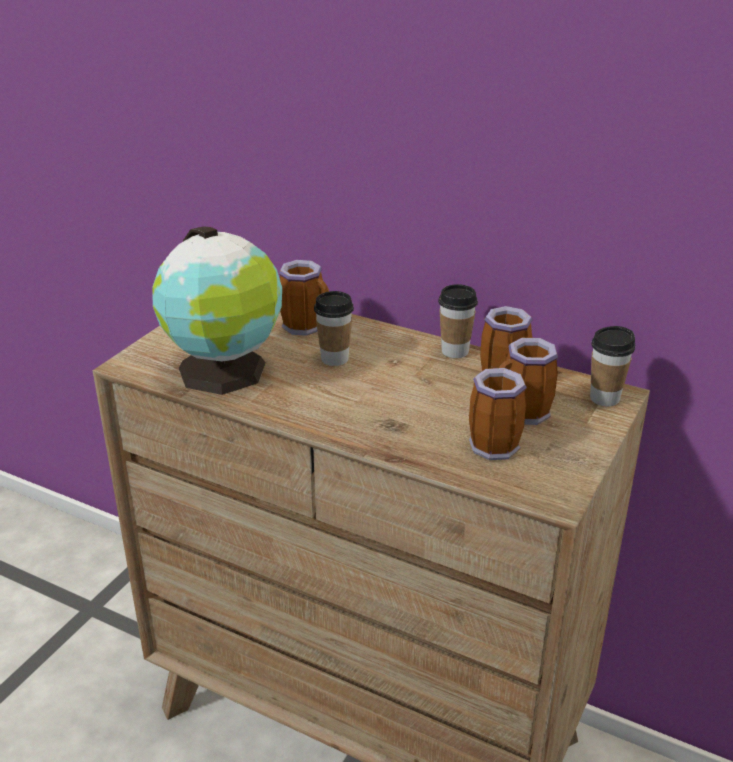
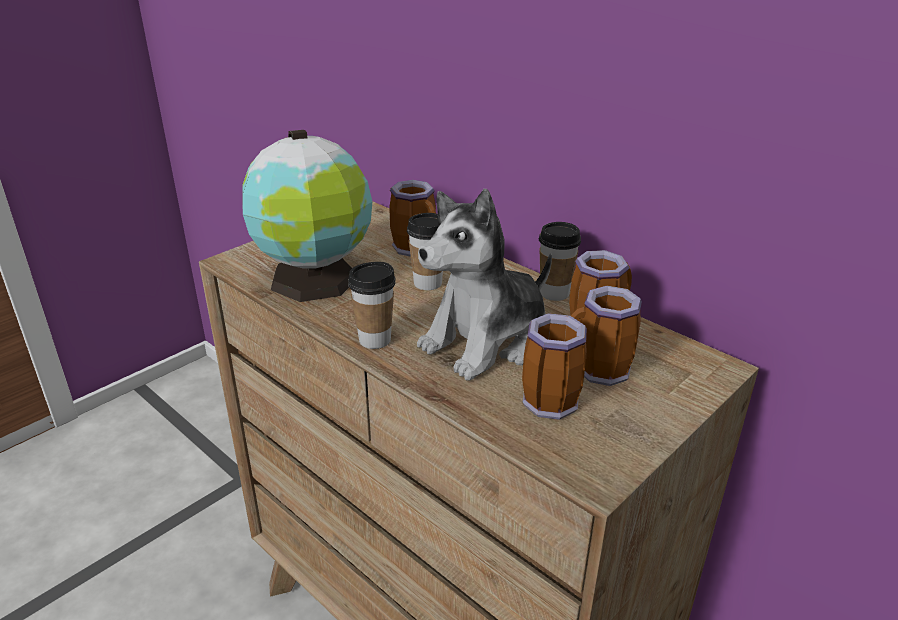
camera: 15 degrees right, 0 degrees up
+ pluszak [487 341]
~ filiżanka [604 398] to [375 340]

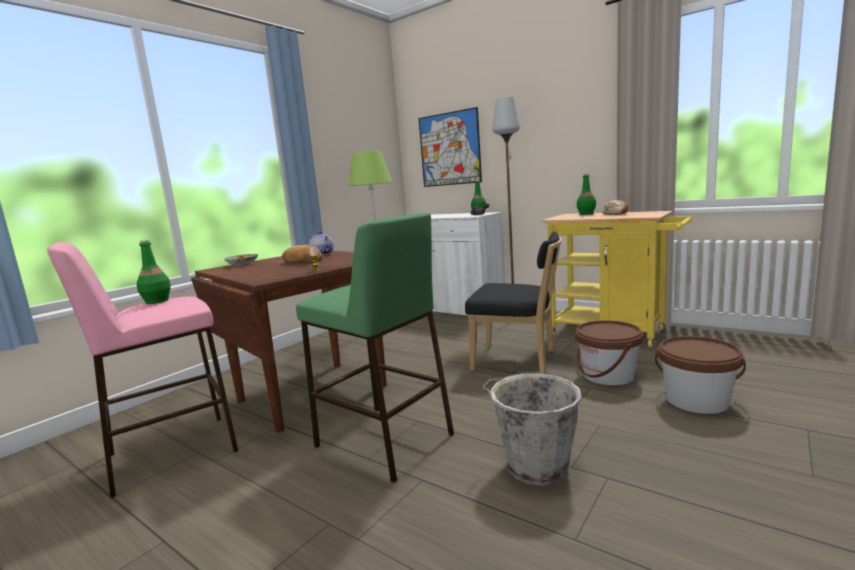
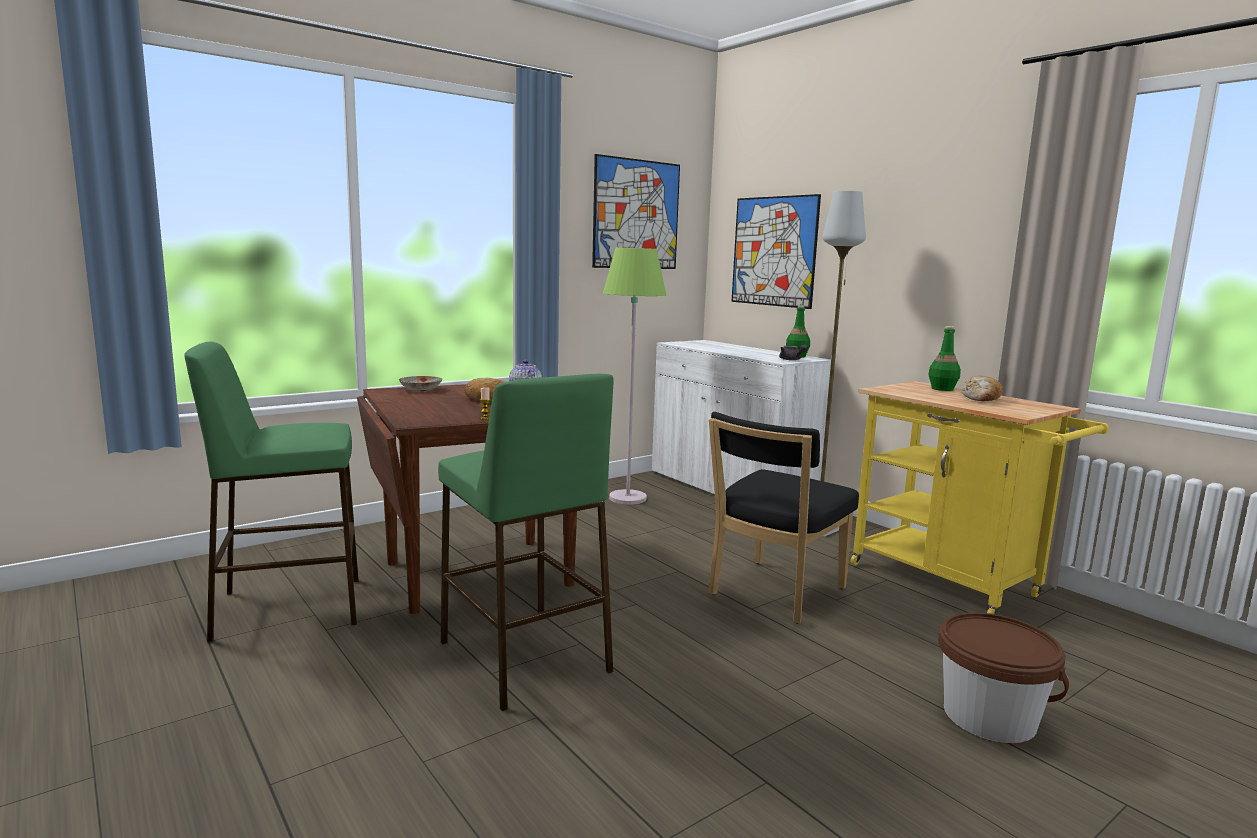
camera: 15 degrees right, 0 degrees up
- butelka/zielony [156 301]
- wiadro/szary [534 466]
- wiadro/brązowy [608 375]
+ obraz [636 214]
~ stołek/różowy [171 453] to stołek/zielony [288 608]
~ krzesło/czarny [518 361] = [773 593] 90 degrees clockwise

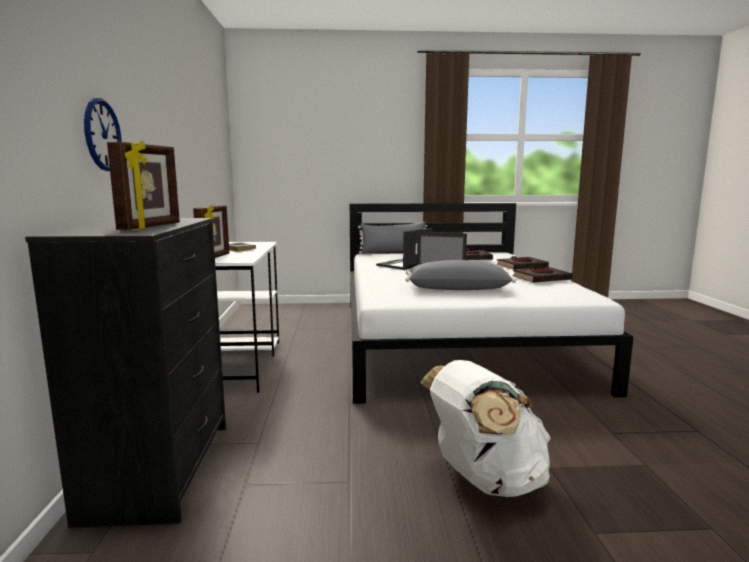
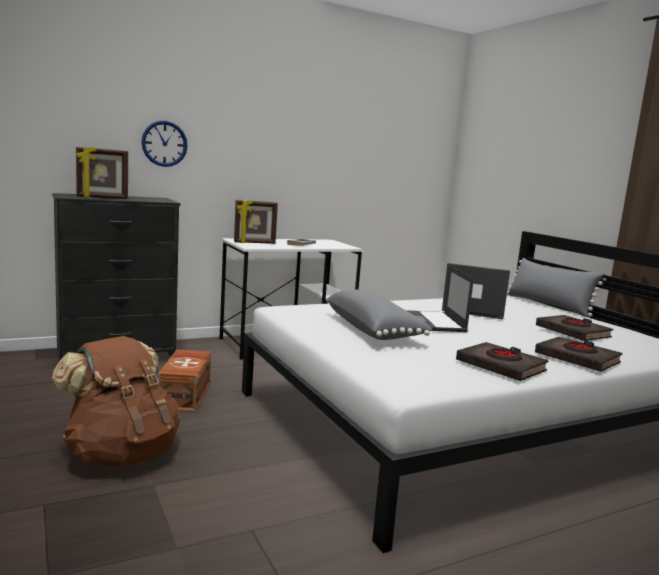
camera: 65 degrees right, 0 degrees up
+ pojemnik do przechowywania/brązowy [186 395]
~ plecak/biały [485 481] to plecak/brązowy [121 454]

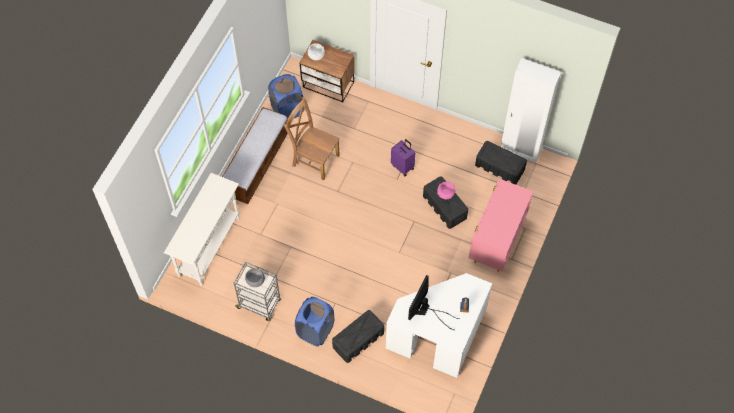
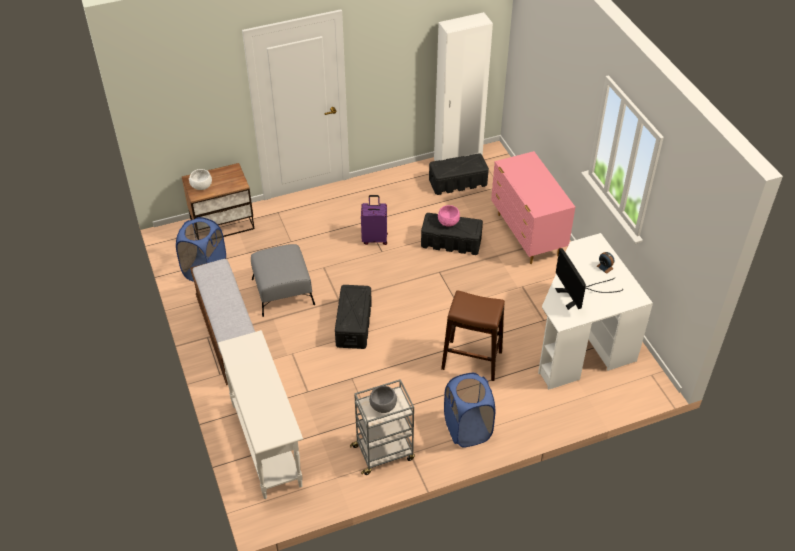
camera: 45 degrees left, 15 degrees down
+ stołek/brązowy [471 360]
~ pojemnik do przechowywania/czarny [358 340] to [354 324]
~ krzesło/brązowy [314 159] to pufa/szary [283 291]

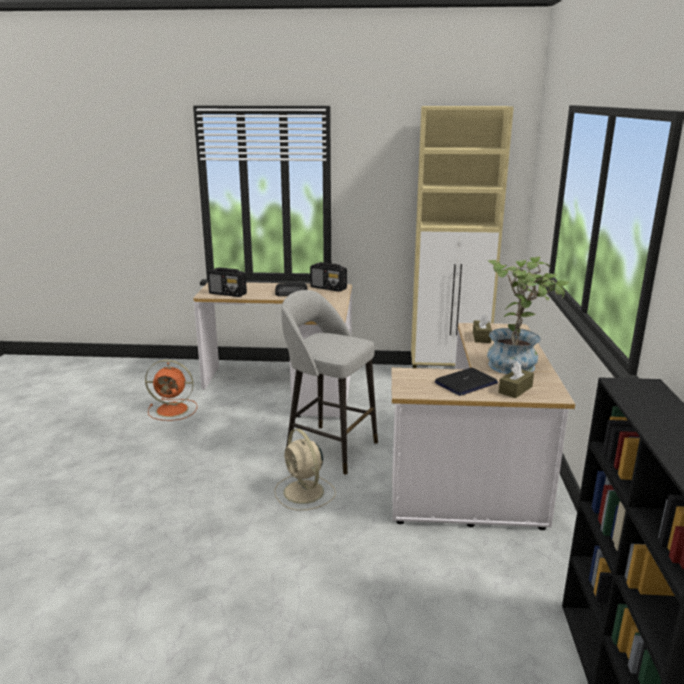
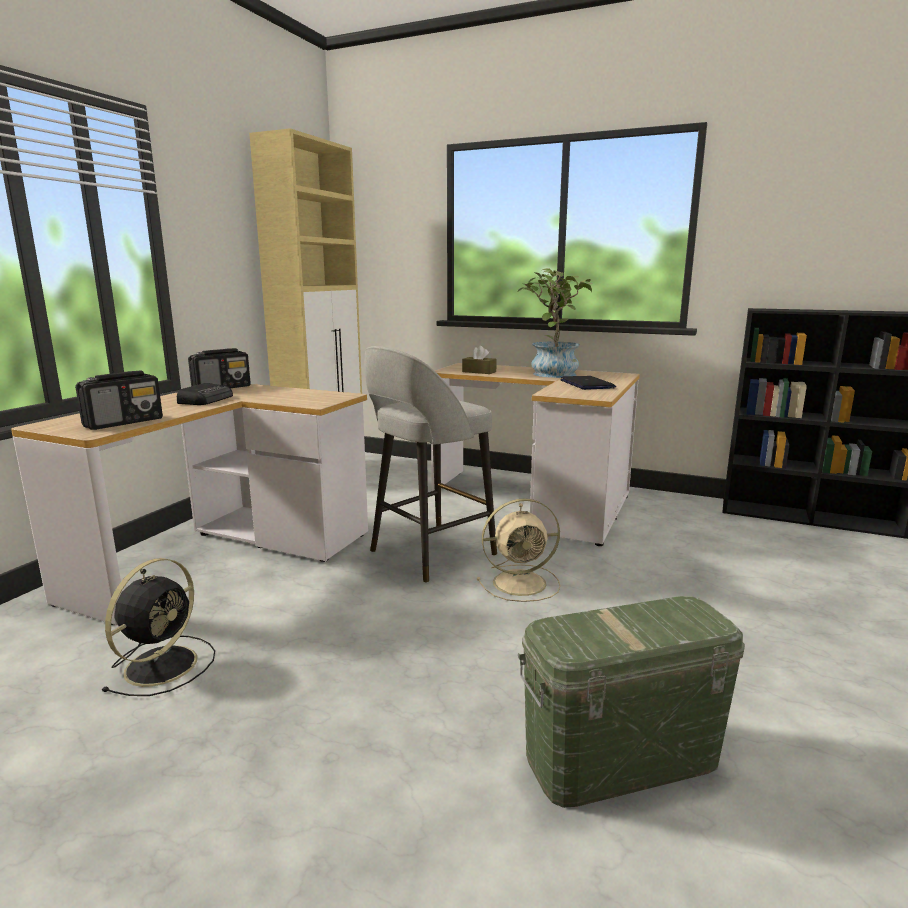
camera: 70 degrees left, 5 degrees down
- pudełko chusteczek/brązowy [515 389]
+ pojemnik do przechowywania/zielony [621 758]
~ wentylator/pomarańczowy [173 410] to wentylator/czarny [163 664]

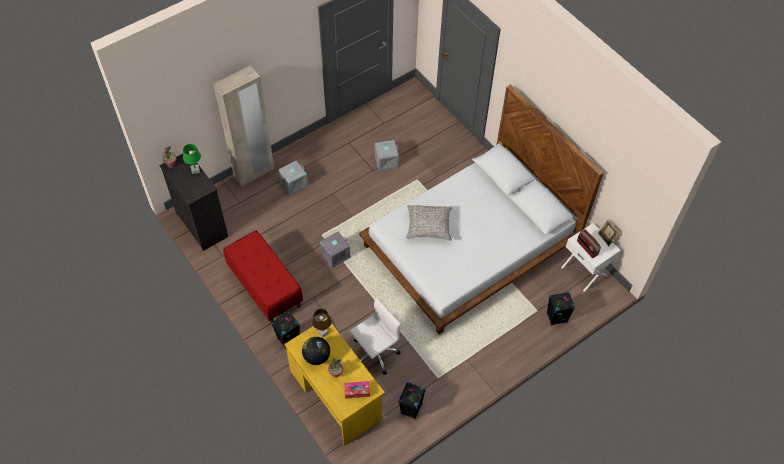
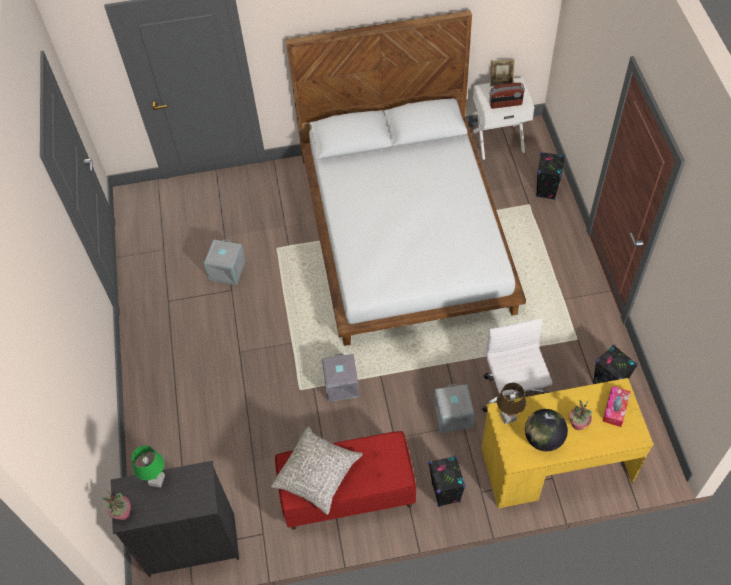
camera: 60 degrees left, 0 degrees up
- szafa/beżowy [254 173]
~ pojemnik do przechowywania/szary [294 183] to [452 415]
~ poduszka/szary [428 226] to [317 474]

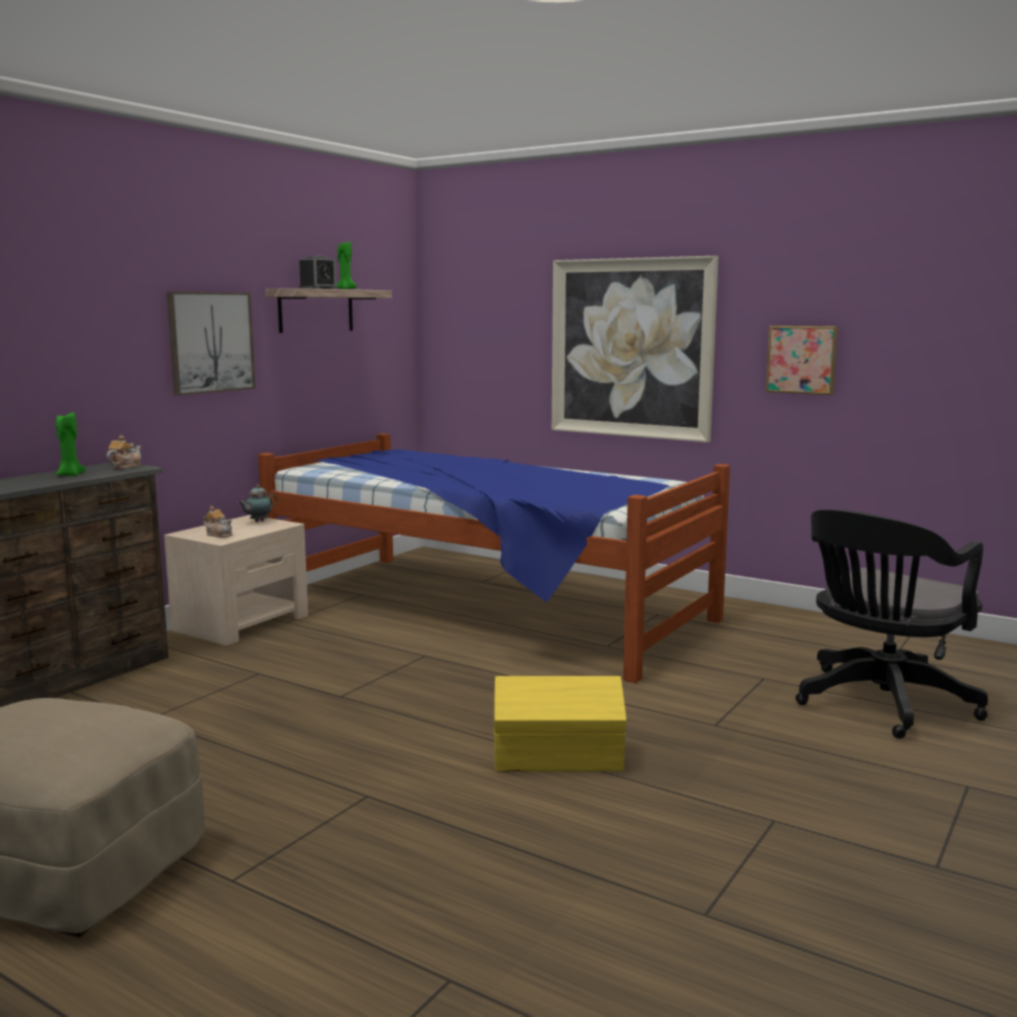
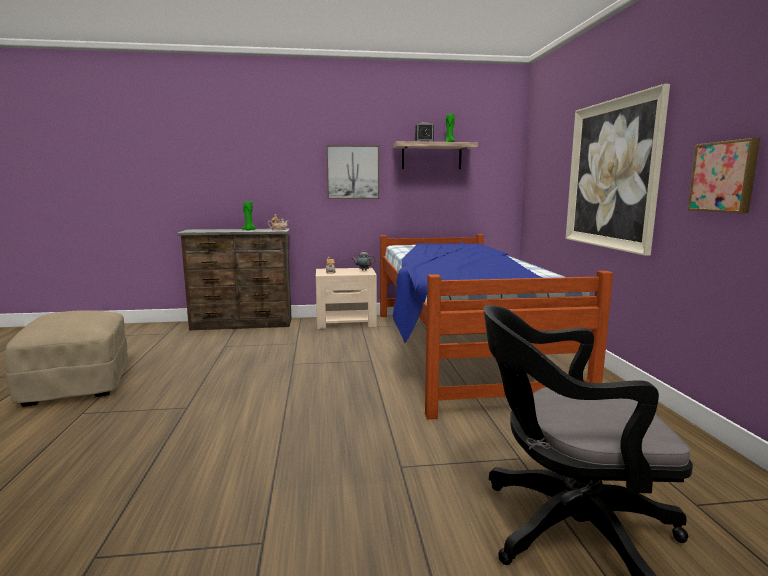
camera: 50 degrees right, 0 degrees up
- pojemnik do przechowywania/żółty [559 759]

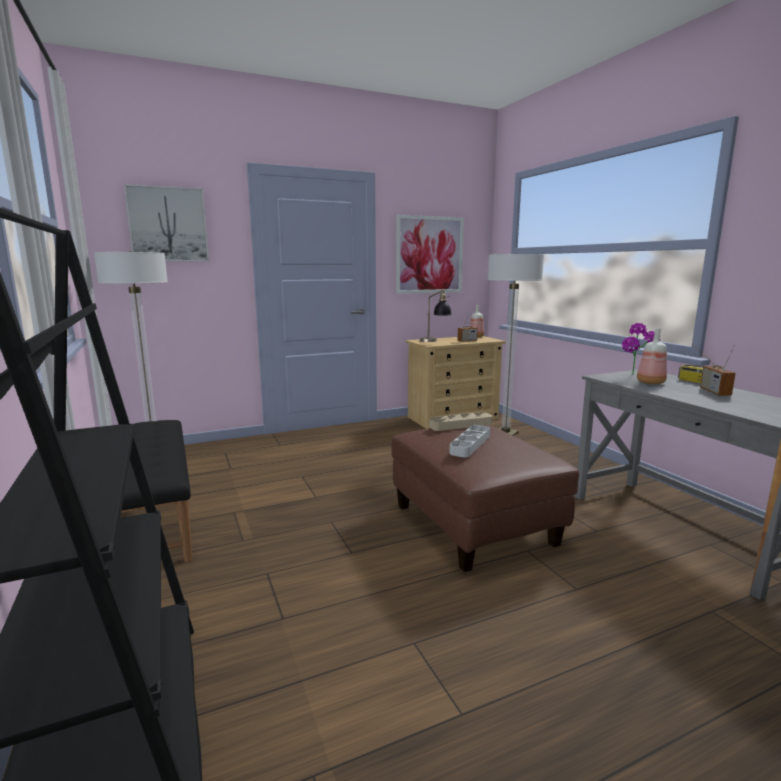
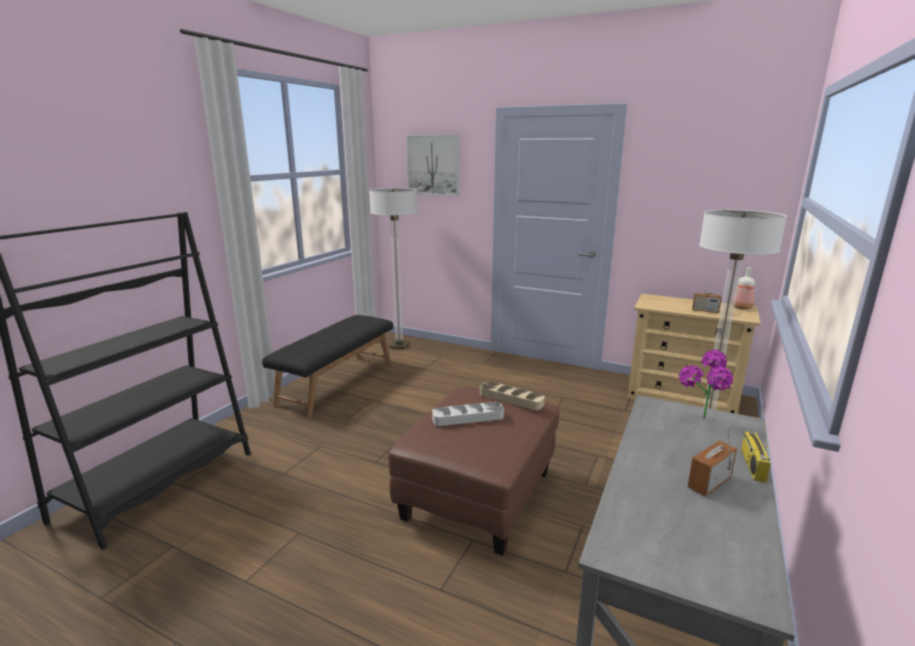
camera: 50 degrees right, 5 degrees up
- obraz [429 255]
- lampa stołowa [435 341]
- butelka [650 382]

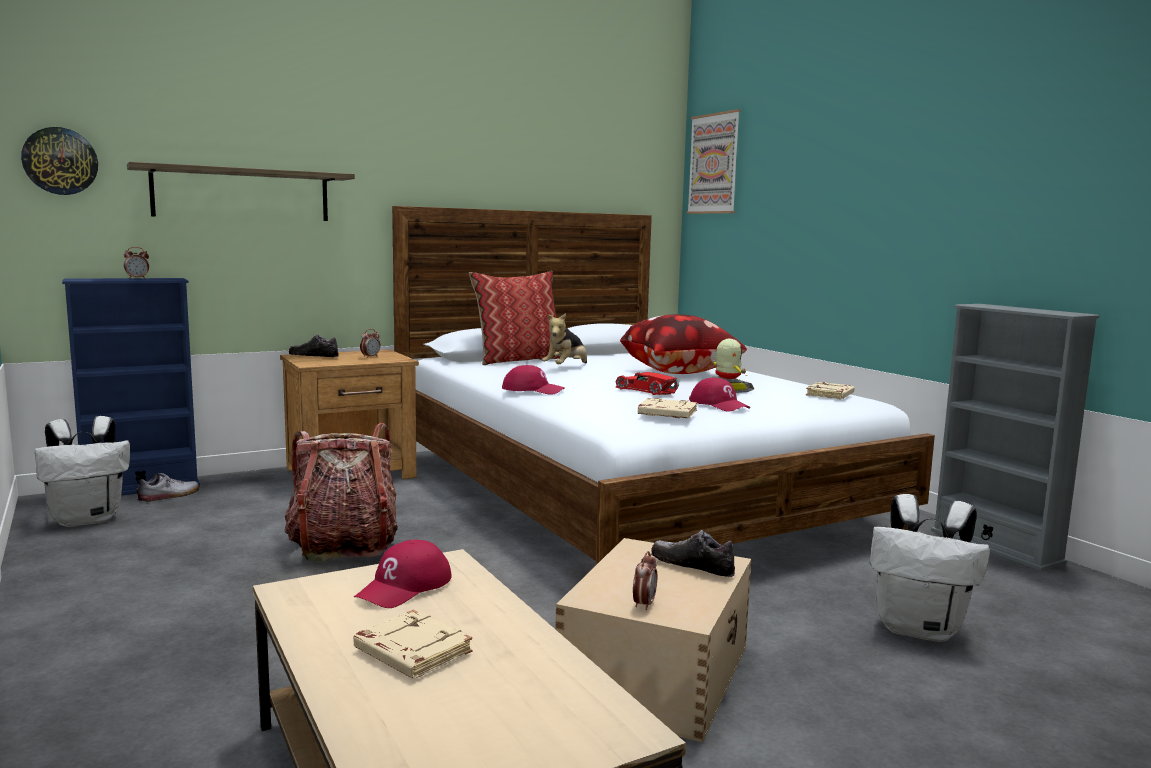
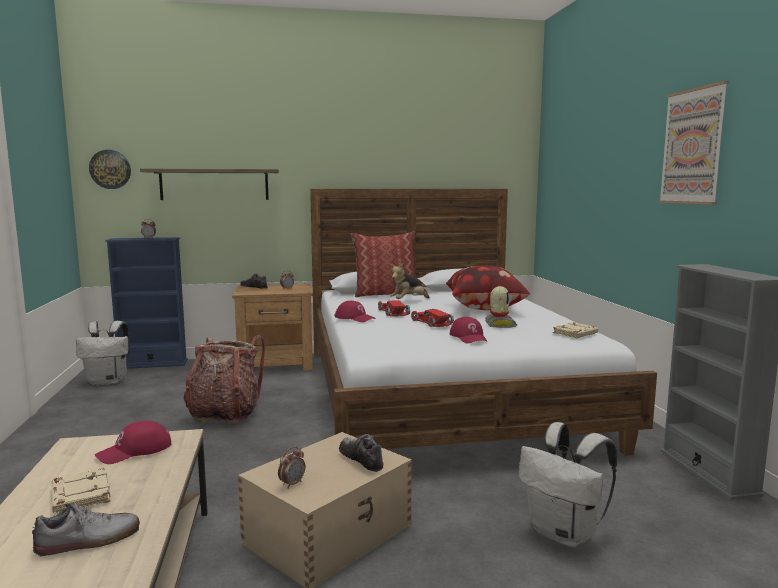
camera: 20 degrees right, 0 degrees up
- książka/beżowy [666 414]
+ samochodzik/czerwony [394 312]
~ but [169 496] to [88 541]
~ obraz [714 164] to [692 147]

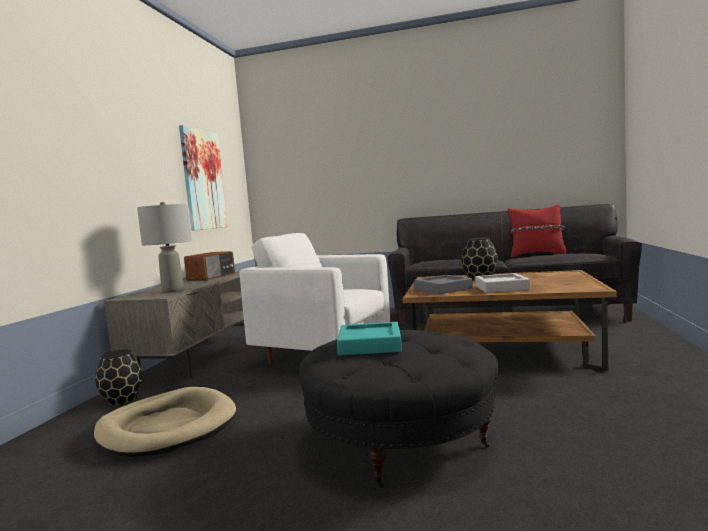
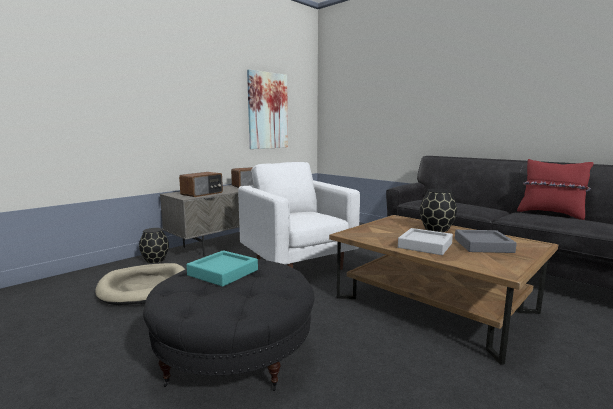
camera: 30 degrees right, 5 degrees up
~ taca/szary [443 289] to [483 245]
~ lampa stołowa/szary [172 291] to radio [202 193]

